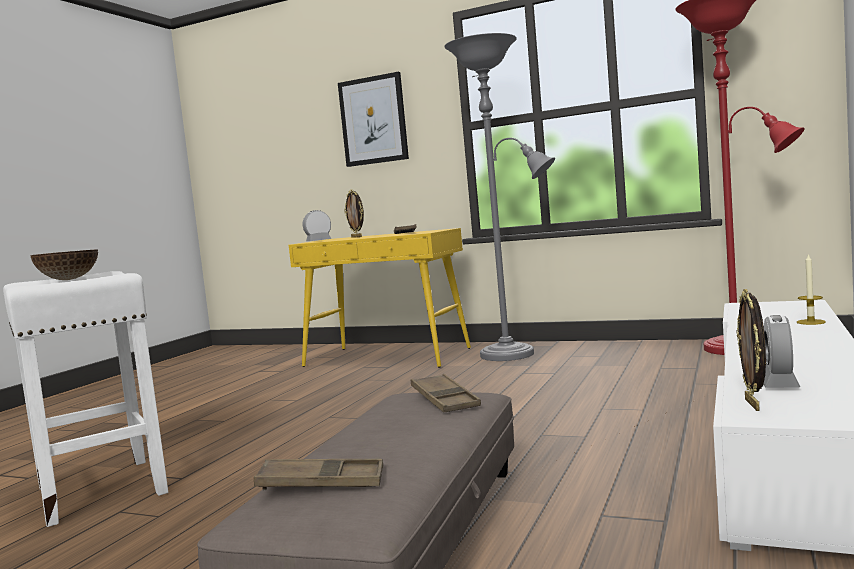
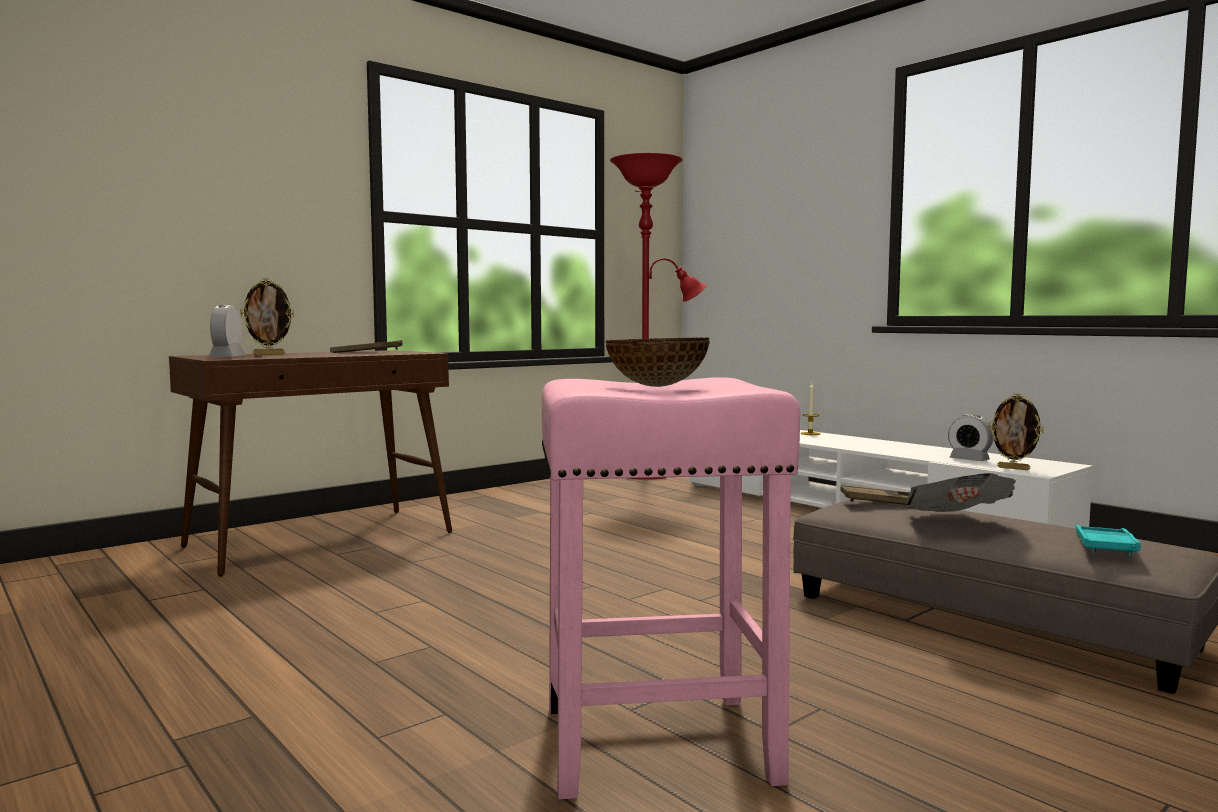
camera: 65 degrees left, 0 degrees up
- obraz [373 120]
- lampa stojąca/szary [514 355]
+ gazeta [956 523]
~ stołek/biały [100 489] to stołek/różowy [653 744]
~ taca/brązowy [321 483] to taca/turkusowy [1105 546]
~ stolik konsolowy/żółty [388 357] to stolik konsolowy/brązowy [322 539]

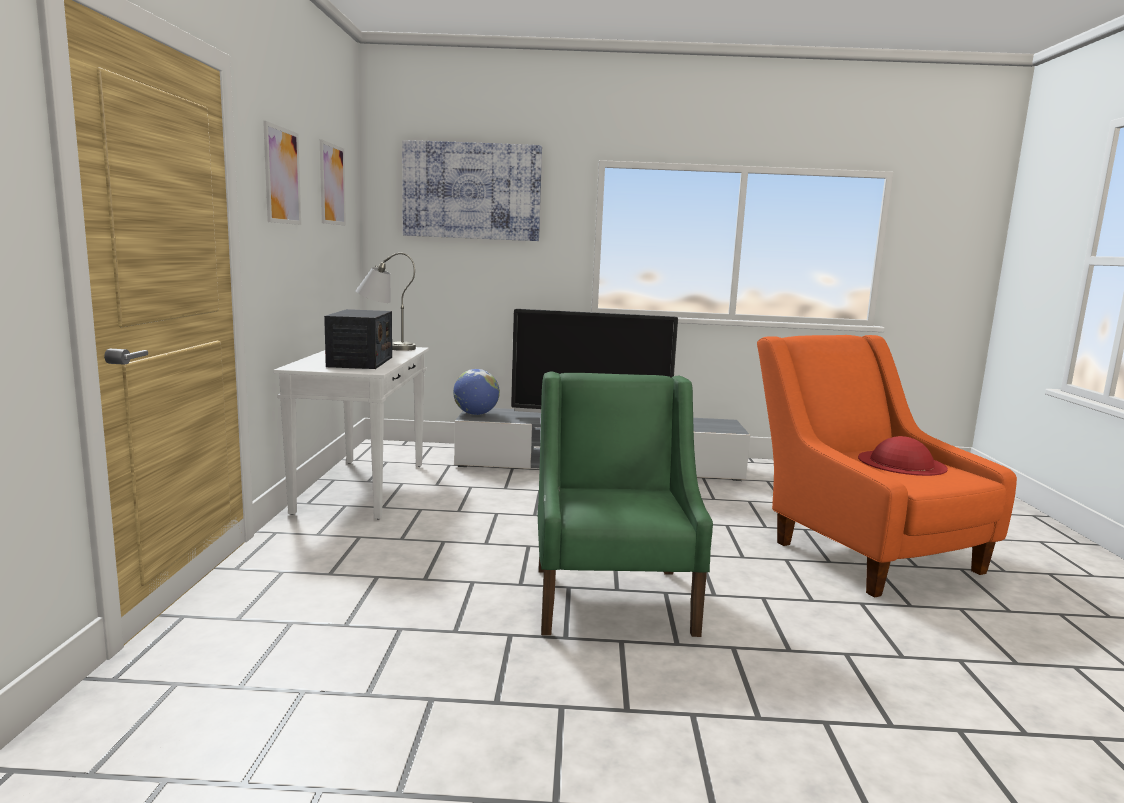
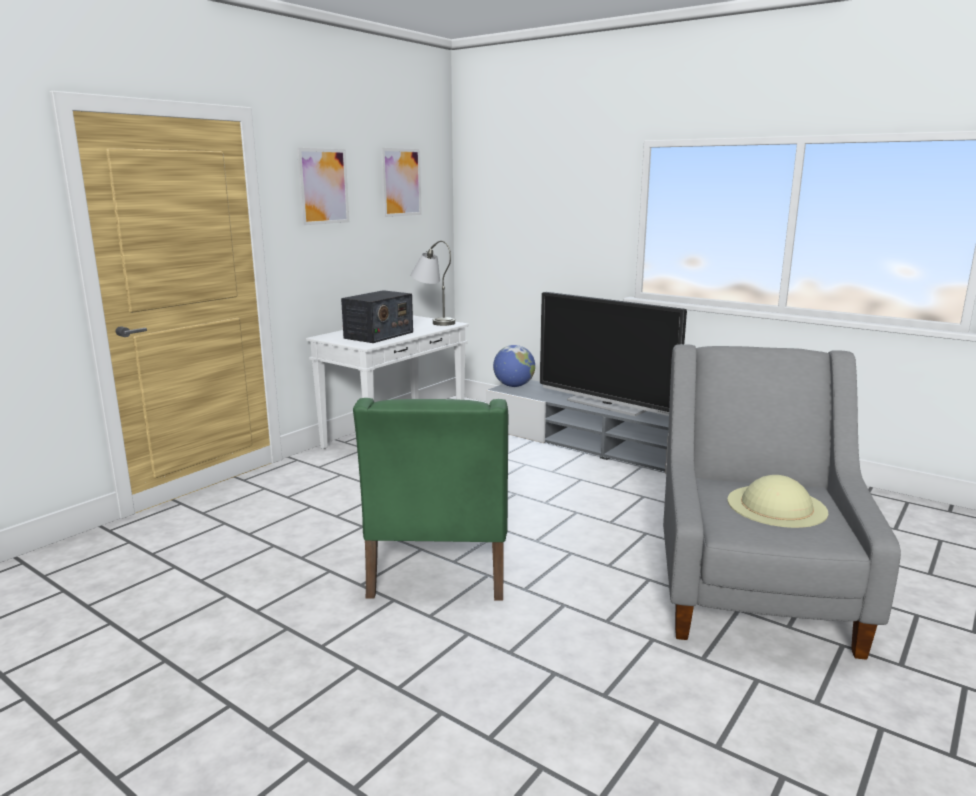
camera: 35 degrees right, 5 degrees up
- obraz [472 191]
~ fotel/pomarańczowy [863 550] to fotel/szary [754 594]
~ kapelusz/czerwony [901 463] to kapelusz/beżowy [776 506]
~ fotel/zielony [613 598] = [439 567] 150 degrees clockwise

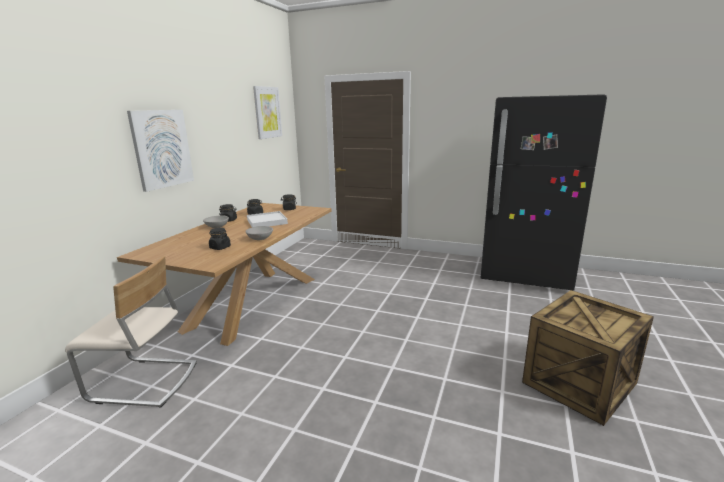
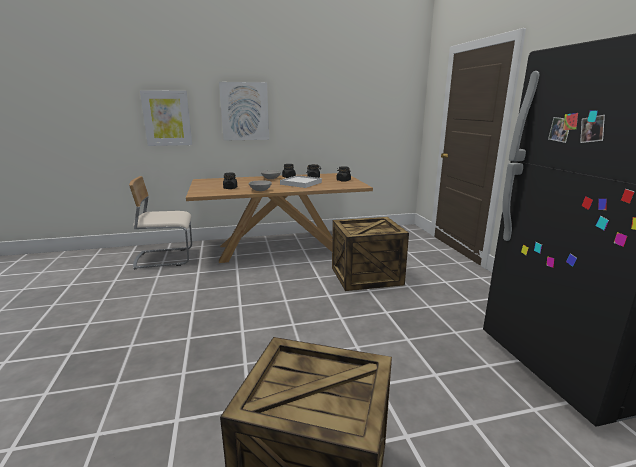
camera: 55 degrees right, 0 degrees up
+ skrzynka [366 276]
~ obraz [267 112] to [167 118]
~ krzesło/beżowy [143 382] = [165 258] 105 degrees clockwise

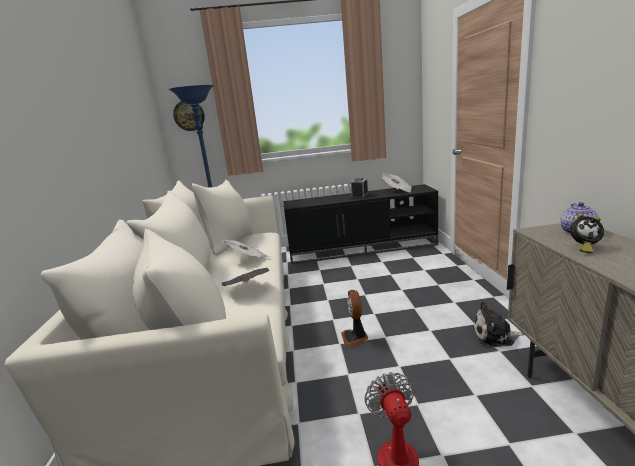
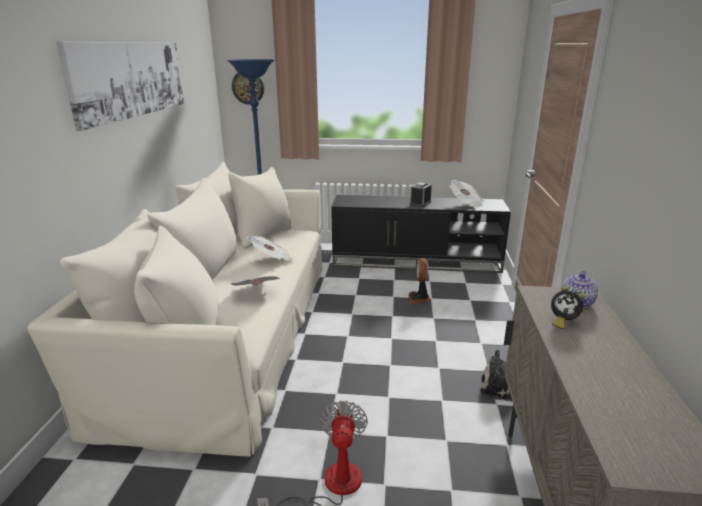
camera: 10 degrees right, 5 degrees up
+ obraz [131 79]
~ wentylator [355 338] to [419 298]

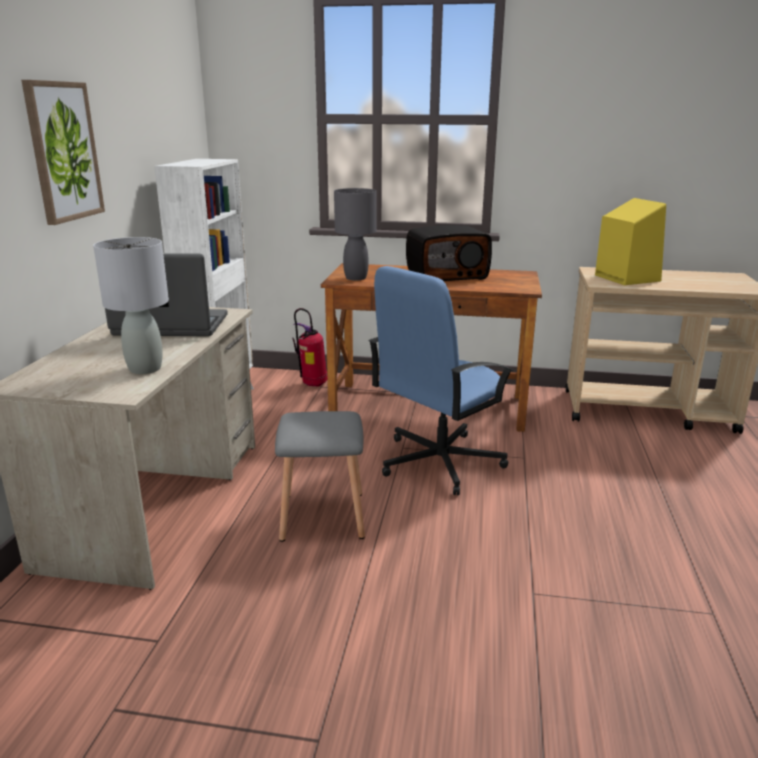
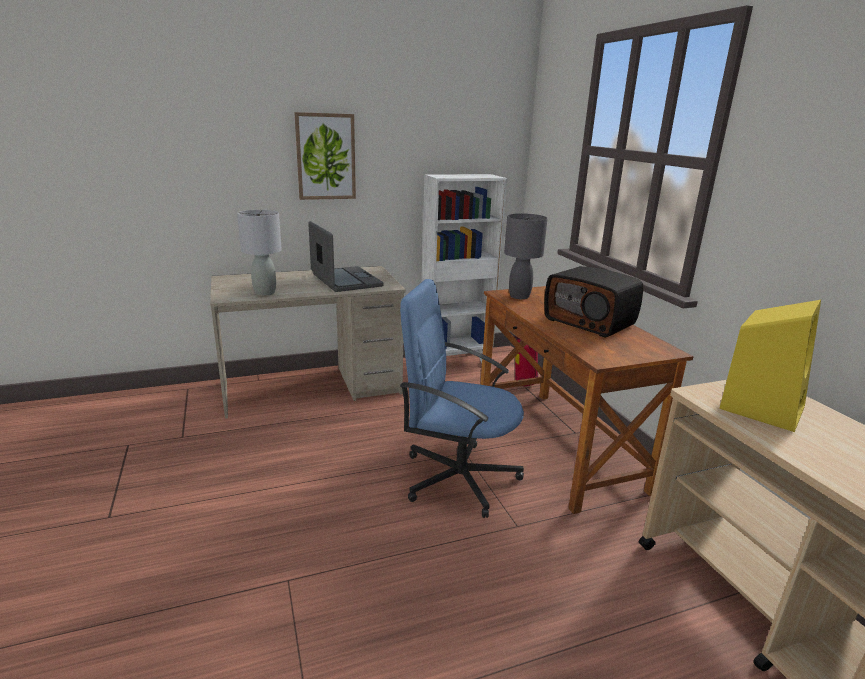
camera: 60 degrees right, 0 degrees up
- stołek/szary [323 517]

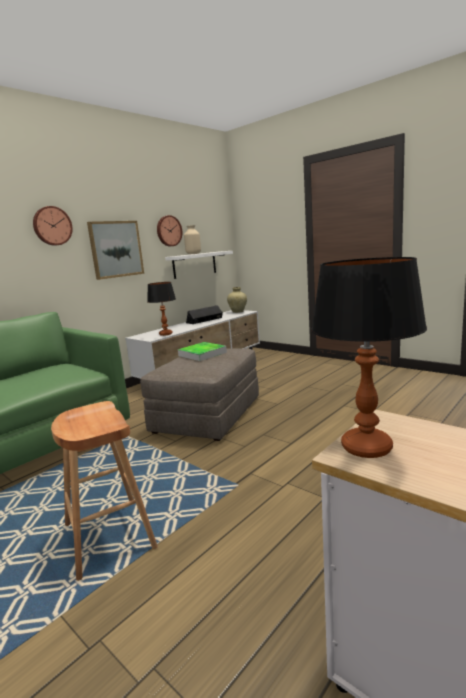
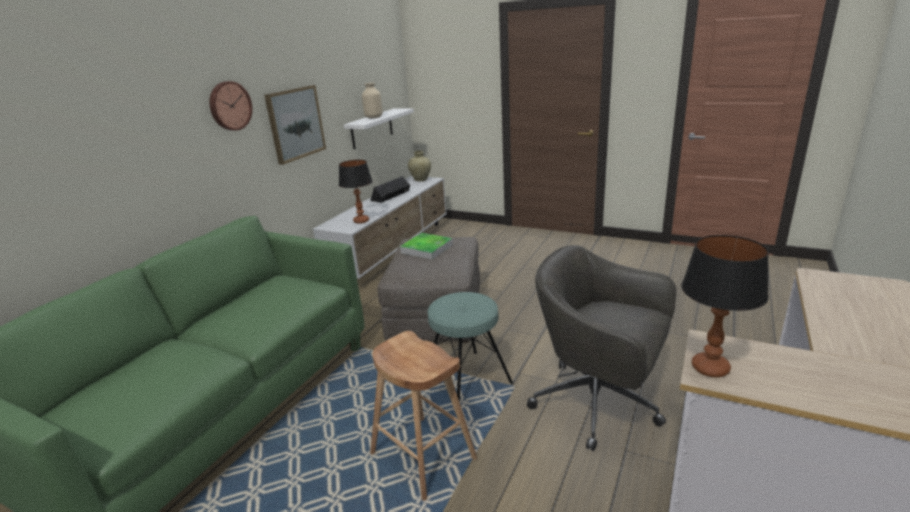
camera: 15 degrees left, 10 degrees up
- zegar ścienny [168 231]
+ stołek/turkusowy [467 379]
+ krzesło biurowe/szary [599 404]

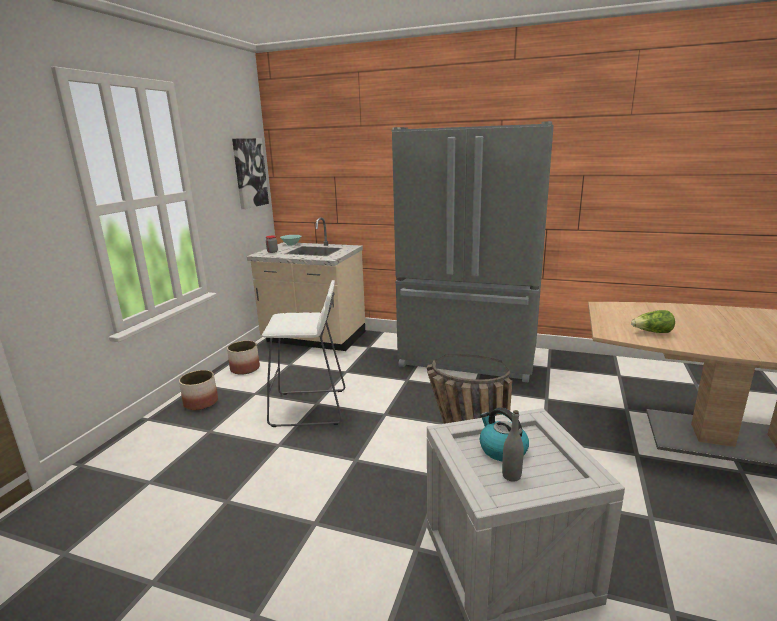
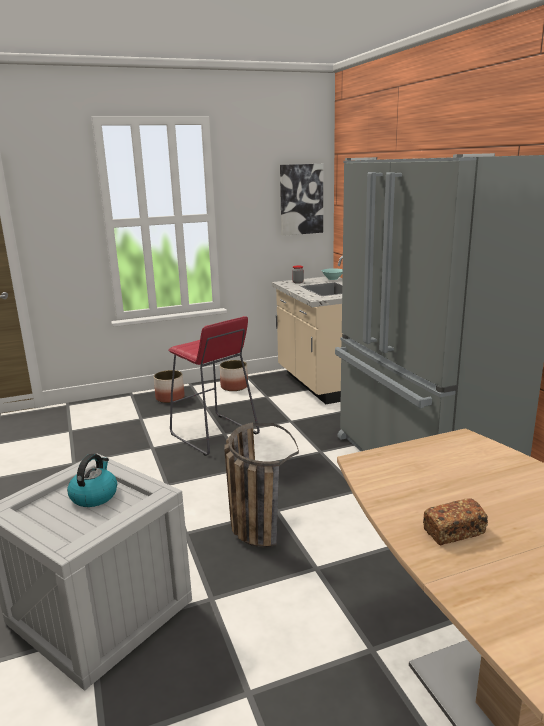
camera: 50 degrees right, 0 degrees up
- butelka/szary [511 476]
- sałata [652 332]
+ chleb [454 532]
~ stołek/biały [310 408] to stołek/czerwony [213 434]

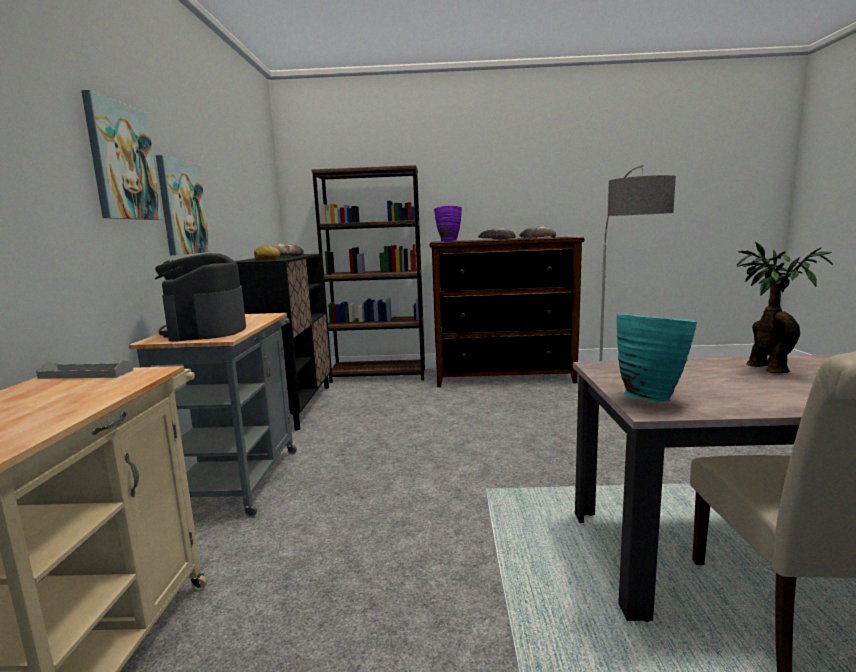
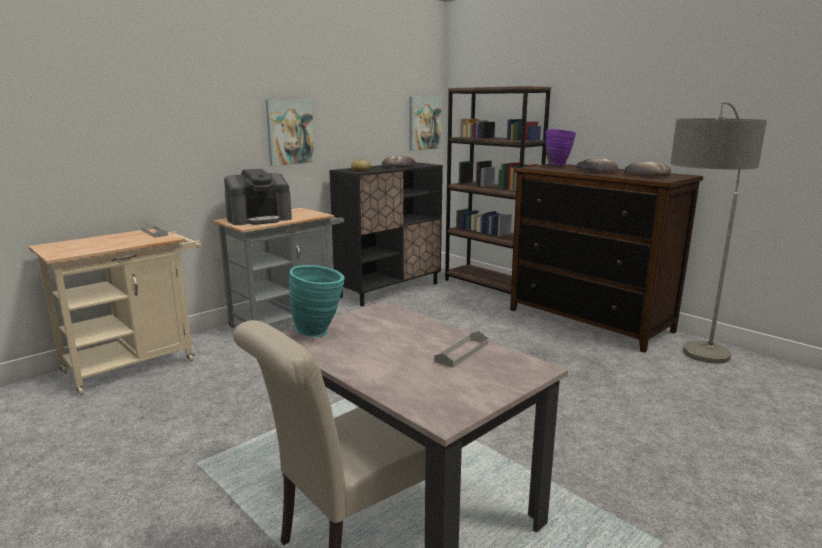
camera: 45 degrees right, 5 degrees up
~ obraz [122 162] to [424 123]
~ roślina doniczkowa [765 368] to taca/szary [462 352]
~ ekspres do kawy [206 330] = [259 219] 150 degrees counterclockwise

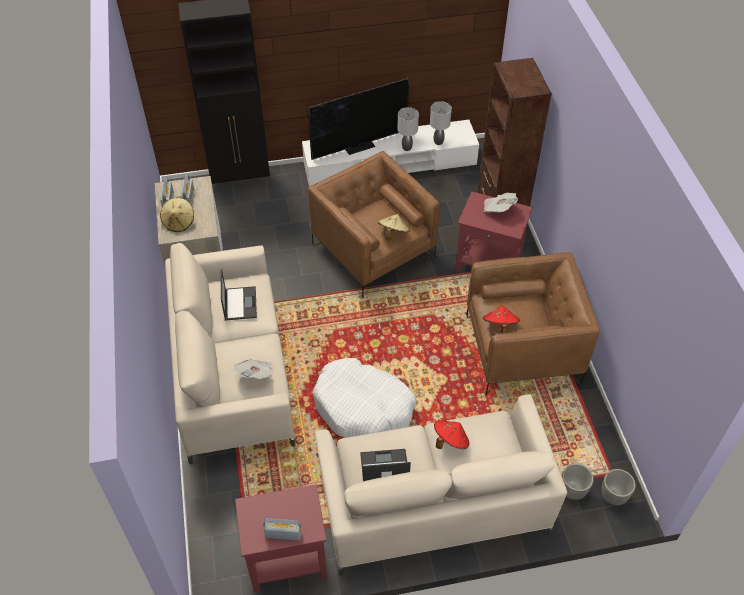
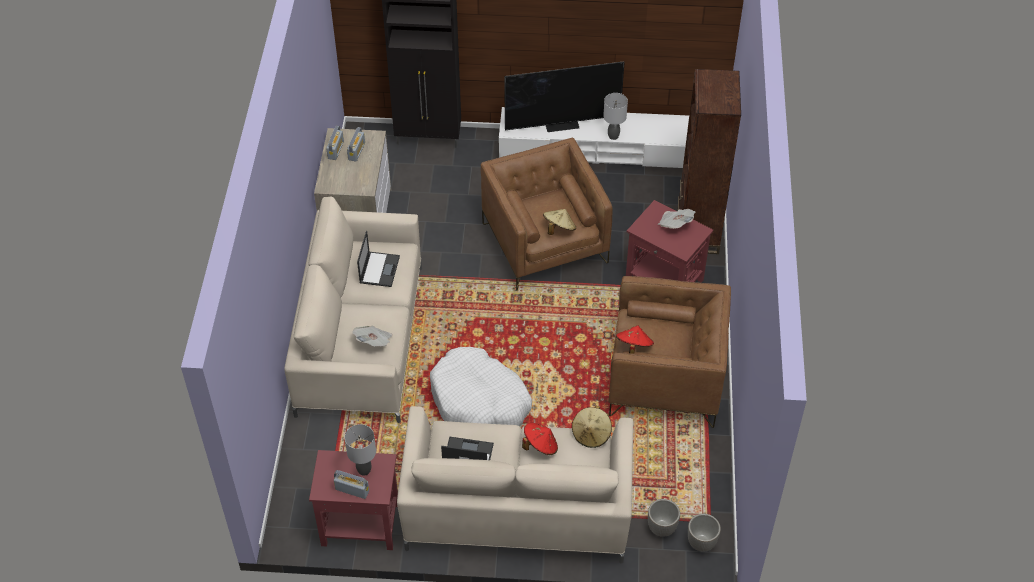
camera: 15 degrees right, 0 degrees up
~ kapelusz/beżowy [179 222] to [591 434]
~ lampa stołowa/szary [438 142] to [364 470]

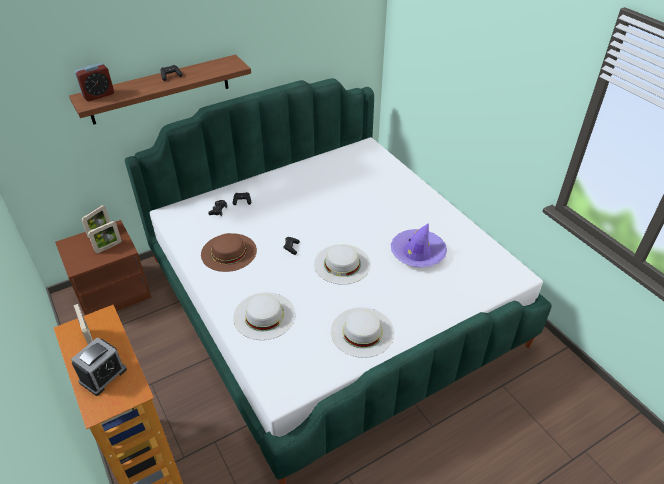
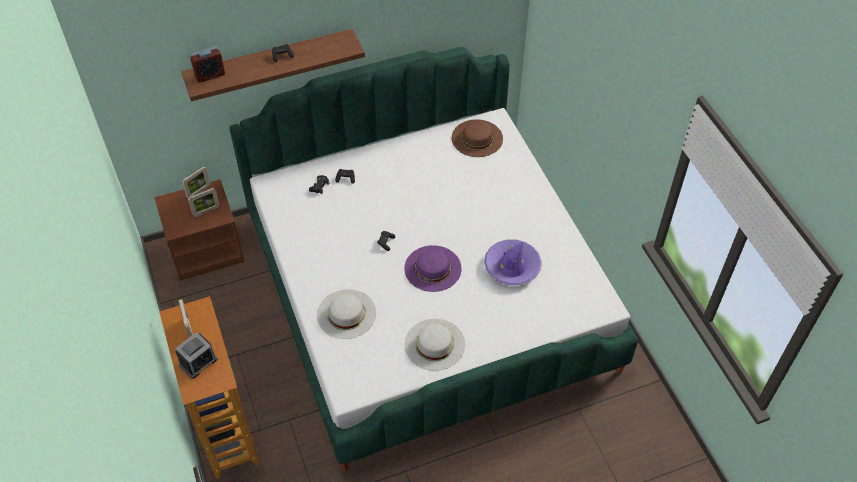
camera: 10 degrees right, 10 degrees up
~ kapelusz/brązowy [229 252] to [477 138]
~ kapelusz/biały [342 264] to kapelusz/fioletowy [432 268]

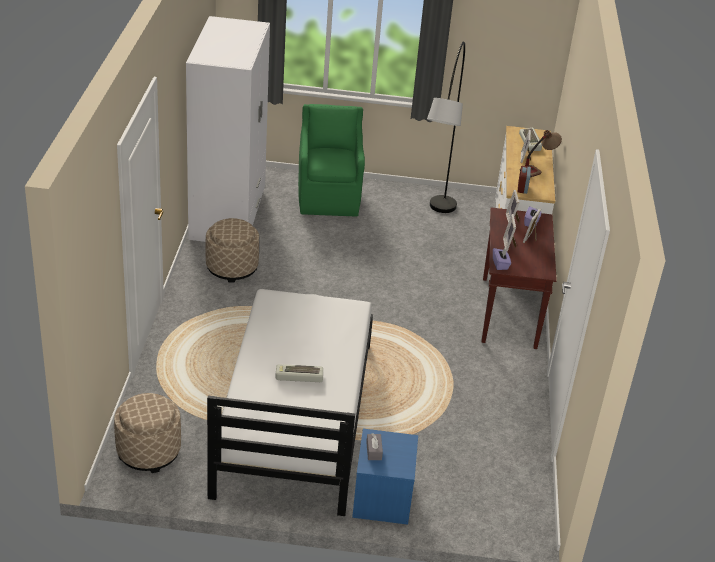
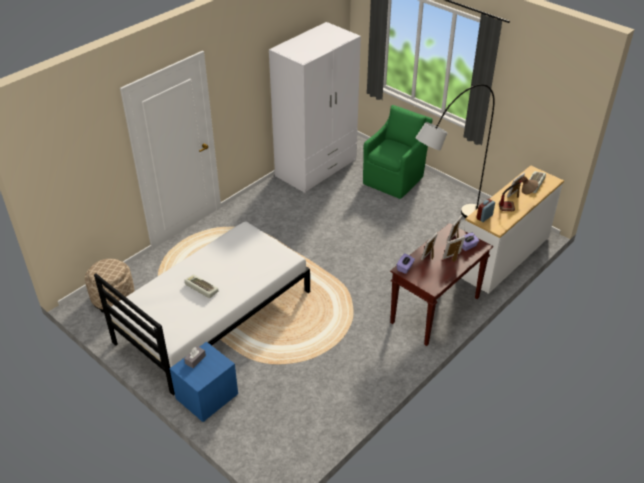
camera: 40 degrees right, 5 degrees up
- pufa/beżowy [232 267]

